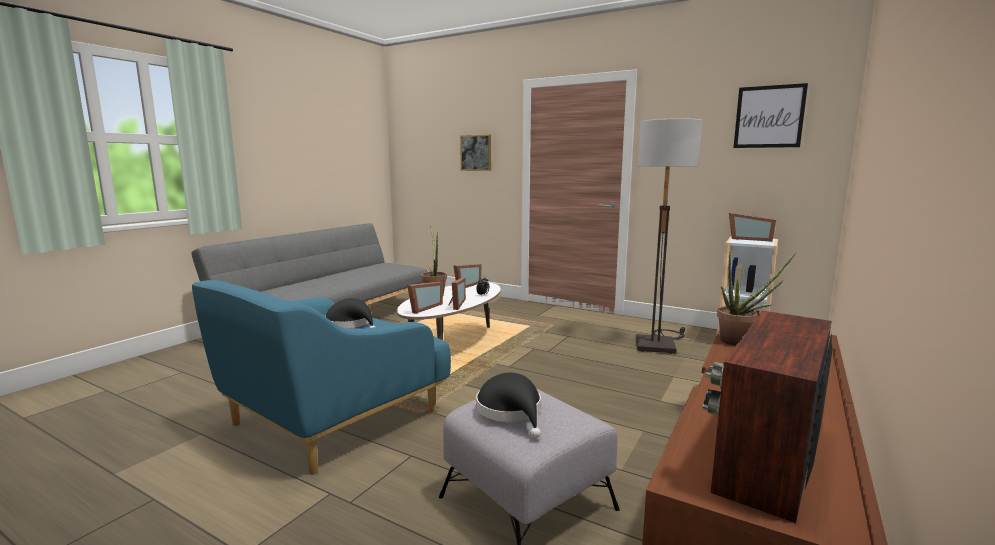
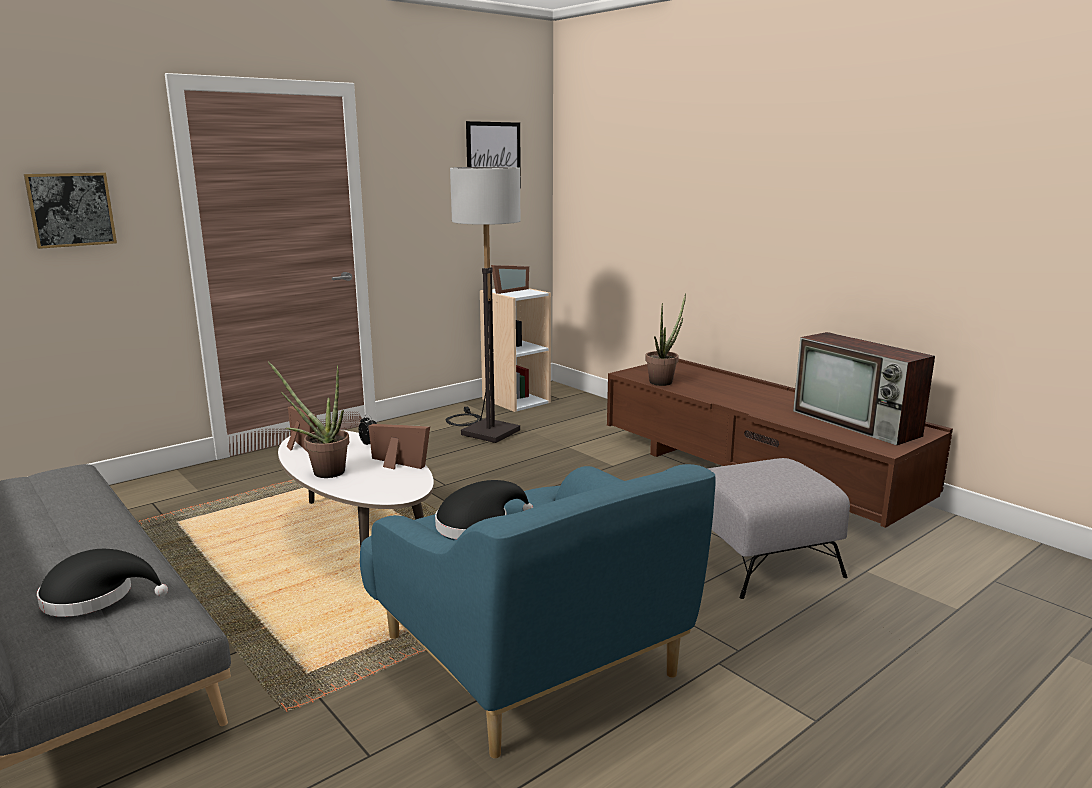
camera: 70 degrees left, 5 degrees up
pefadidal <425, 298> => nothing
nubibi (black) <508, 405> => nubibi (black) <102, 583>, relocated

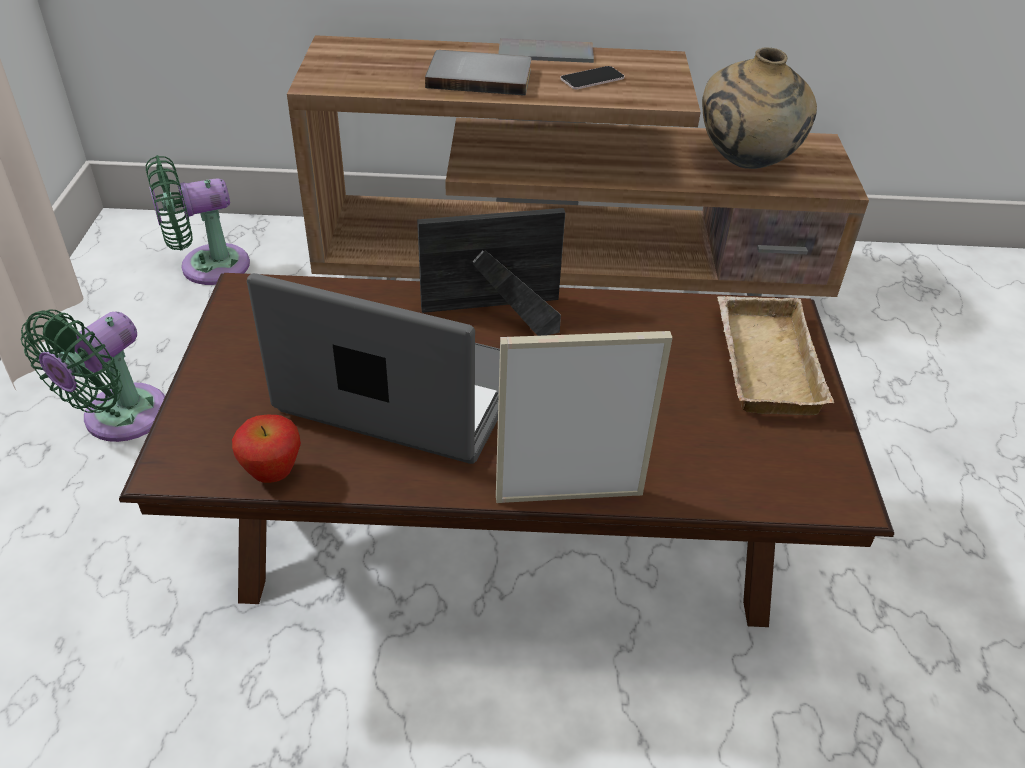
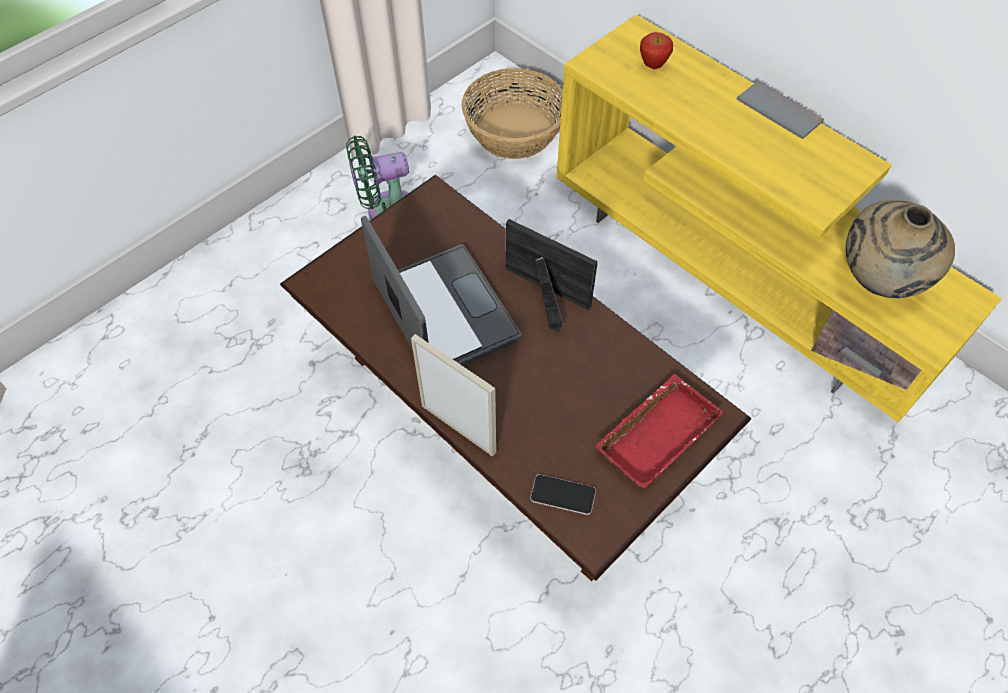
camera: 45 degrees right, 15 degrees up
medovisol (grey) <478, 73> => nothing
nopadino <266, 449> => nopadino <656, 50>, relocated
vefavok <592, 77> => vefavok <563, 494>, relocated
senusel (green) <198, 220> => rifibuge <512, 113>
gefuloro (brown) <578, 166> => gefuloro (yellow) <779, 218>
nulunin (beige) <775, 355> => nulunin (red) <659, 431>

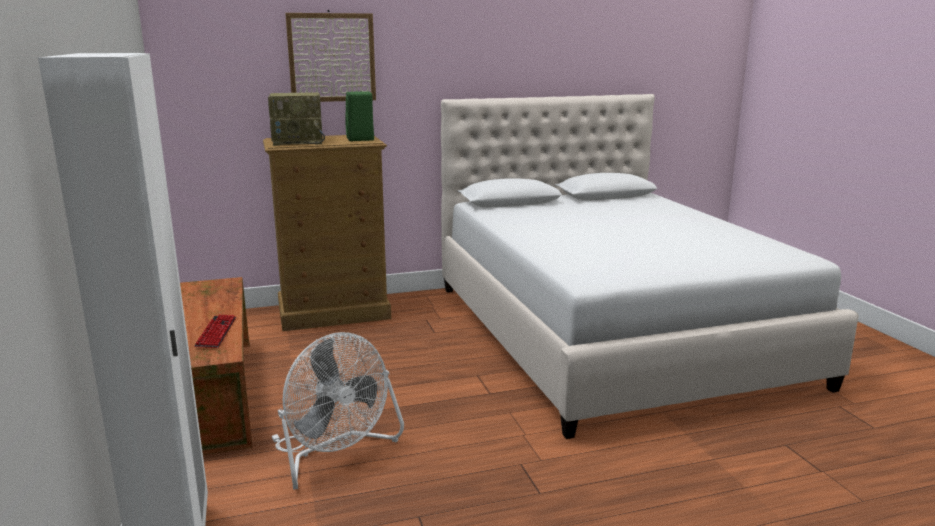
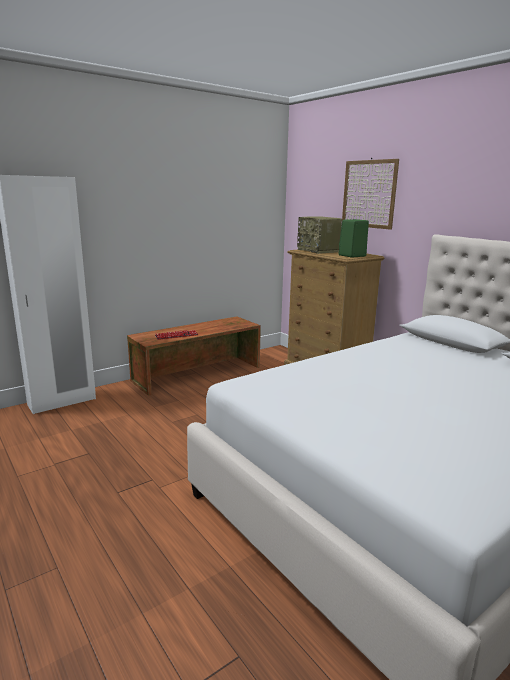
camera: 70 degrees right, 0 degrees up
senusel (white) <338, 411> => nothing

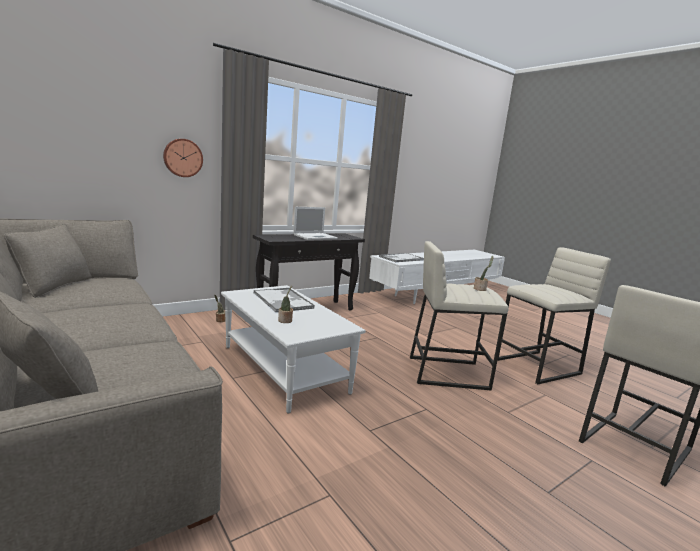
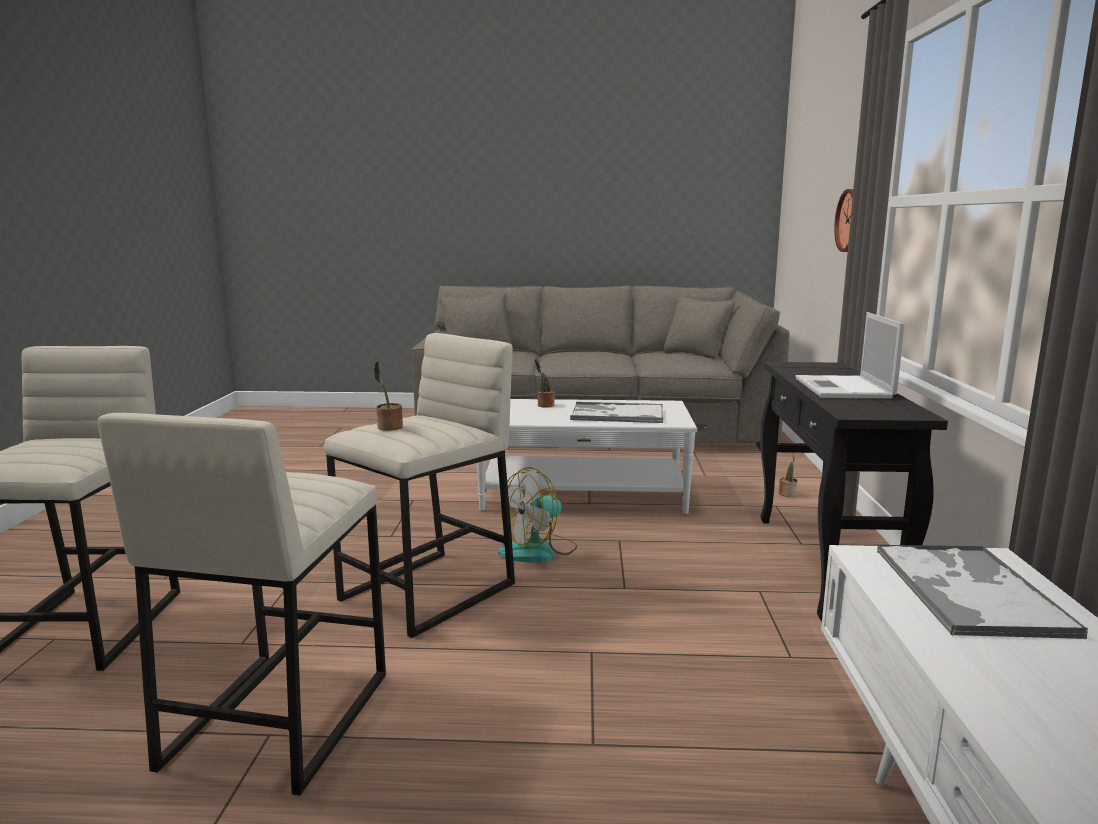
camera: 130 degrees right, 0 degrees up
nothing => senusel <537, 515>

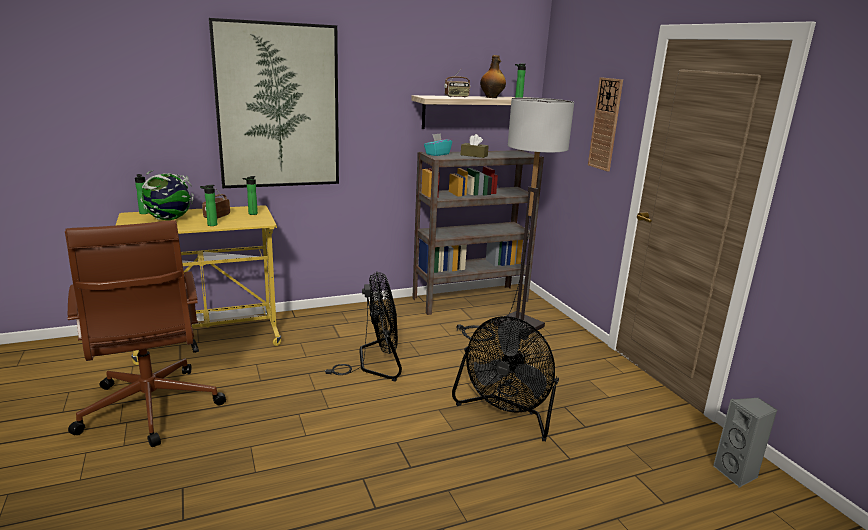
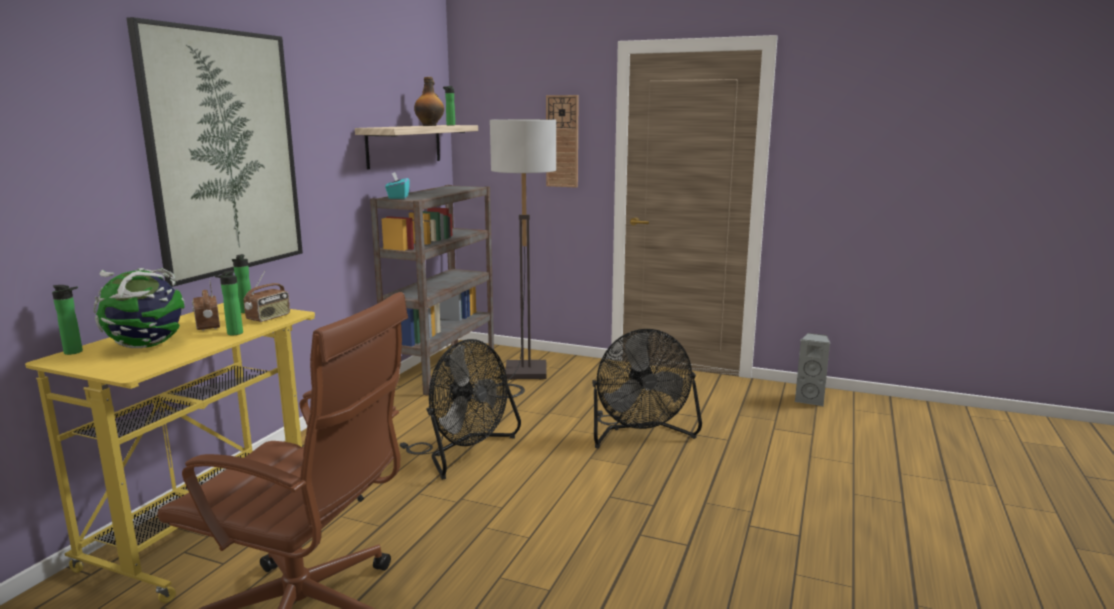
camera: 45 degrees left, 5 degrees down
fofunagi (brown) <475, 146> => nothing
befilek <457, 83> => befilek <267, 296>, relocated
senusel (black) <363, 326> => senusel (black) <460, 409>, 90 degrees clockwise

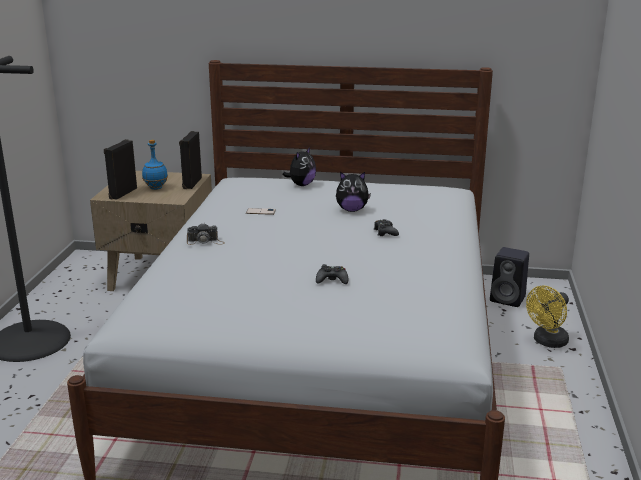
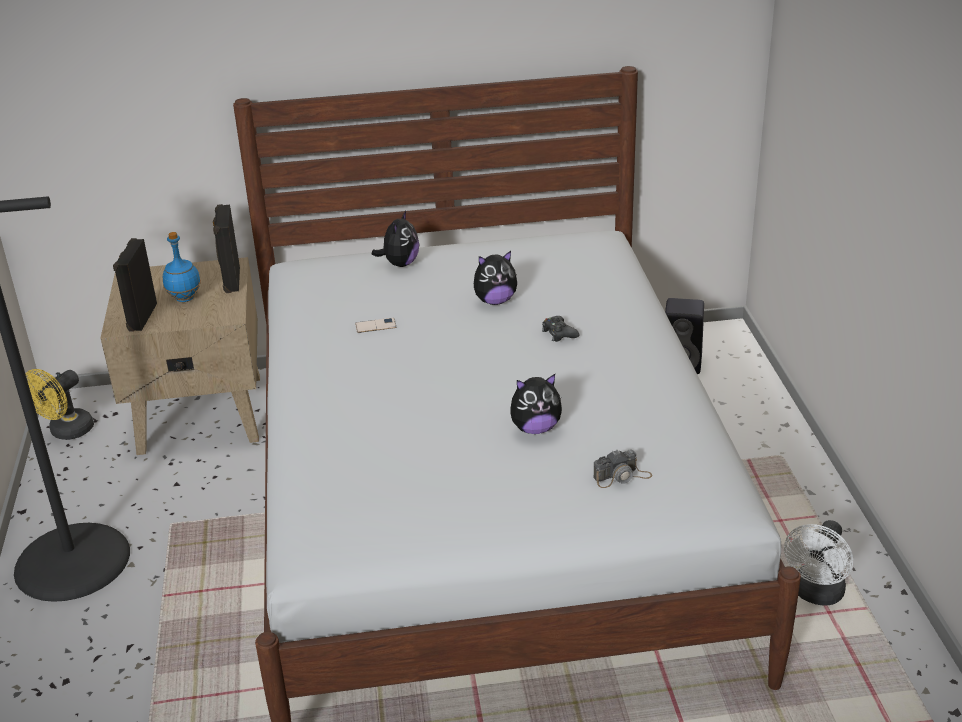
camera: 15 degrees left, 10 degrees up
nothing => senusel (white) <818, 562>
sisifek <206, 234> => sisifek <622, 468>, relocated
senusel (yellow) <547, 317> => senusel (yellow) <60, 404>, relocated
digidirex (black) <332, 274> => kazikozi <536, 404>

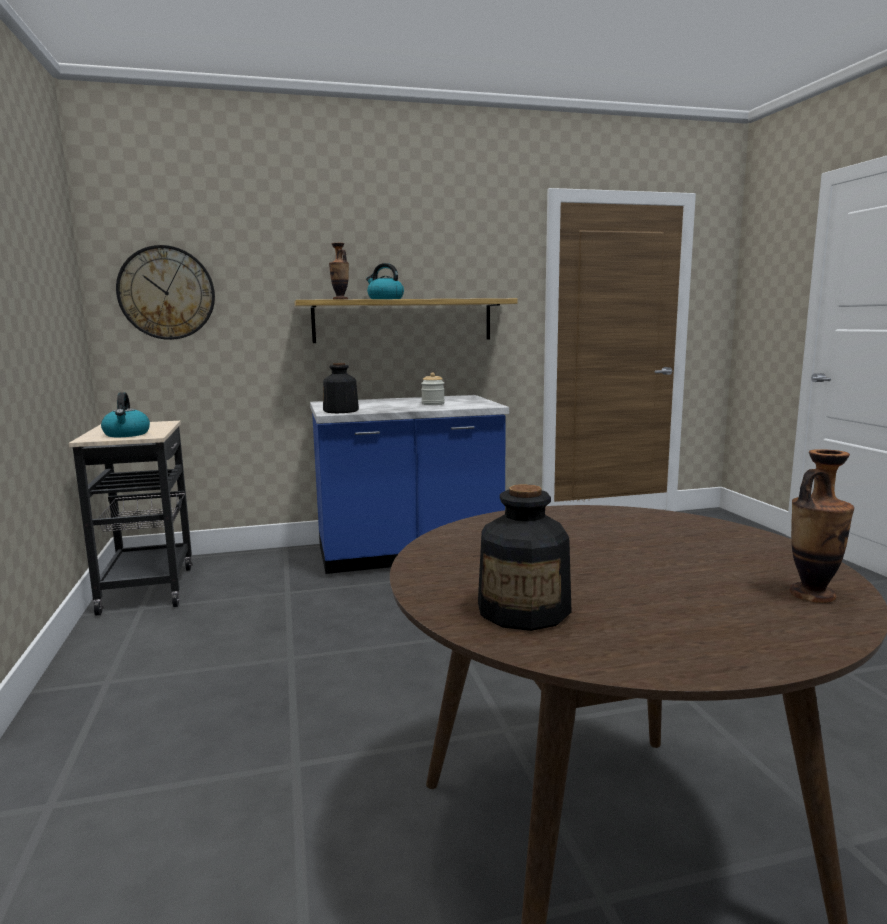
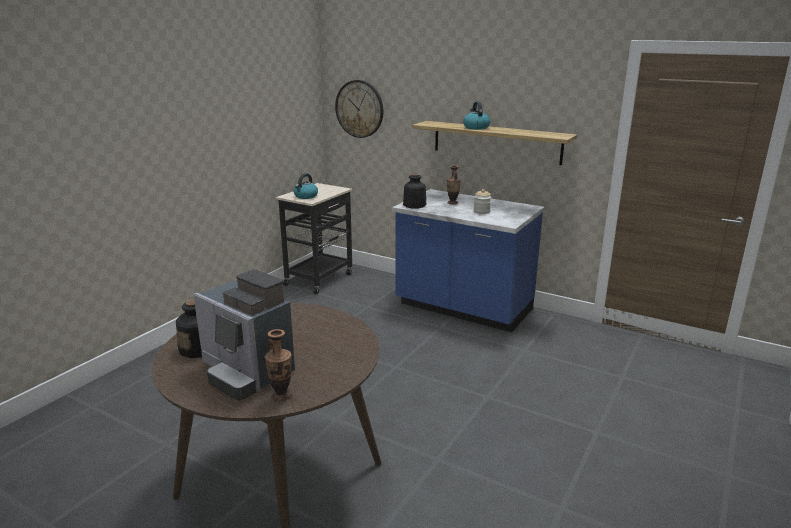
camera: 45 degrees right, 10 degrees up
nothing => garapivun <244, 334>
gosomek <339, 271> => gosomek <454, 185>, relocated

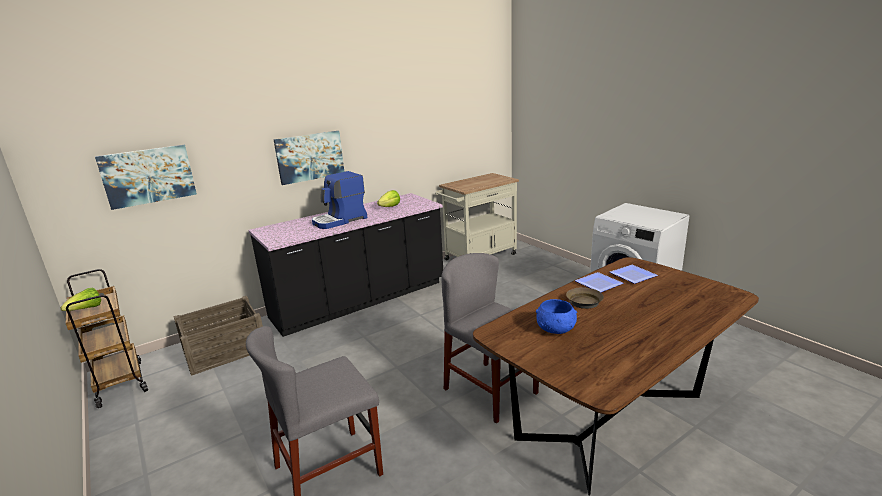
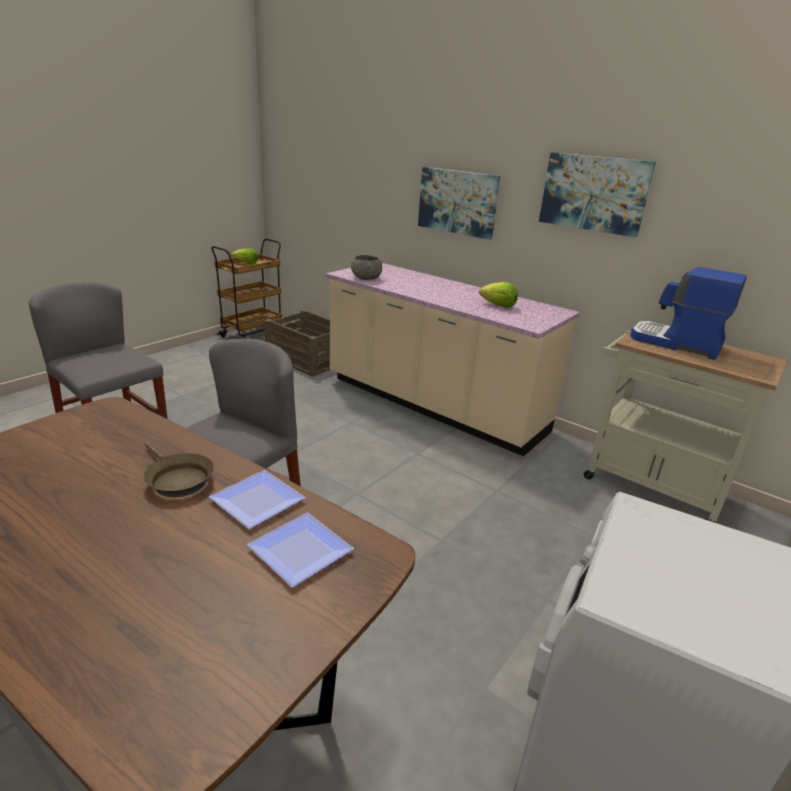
camera: 70 degrees right, 5 degrees up
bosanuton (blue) <556, 316> => nothing
nothing => bosanuton (grey) <367, 267>
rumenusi <146, 177> => rumenusi <597, 195>, relocated
garapivun <339, 200> => garapivun <688, 313>, relocated
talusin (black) <346, 265> => talusin (beige) <453, 359>

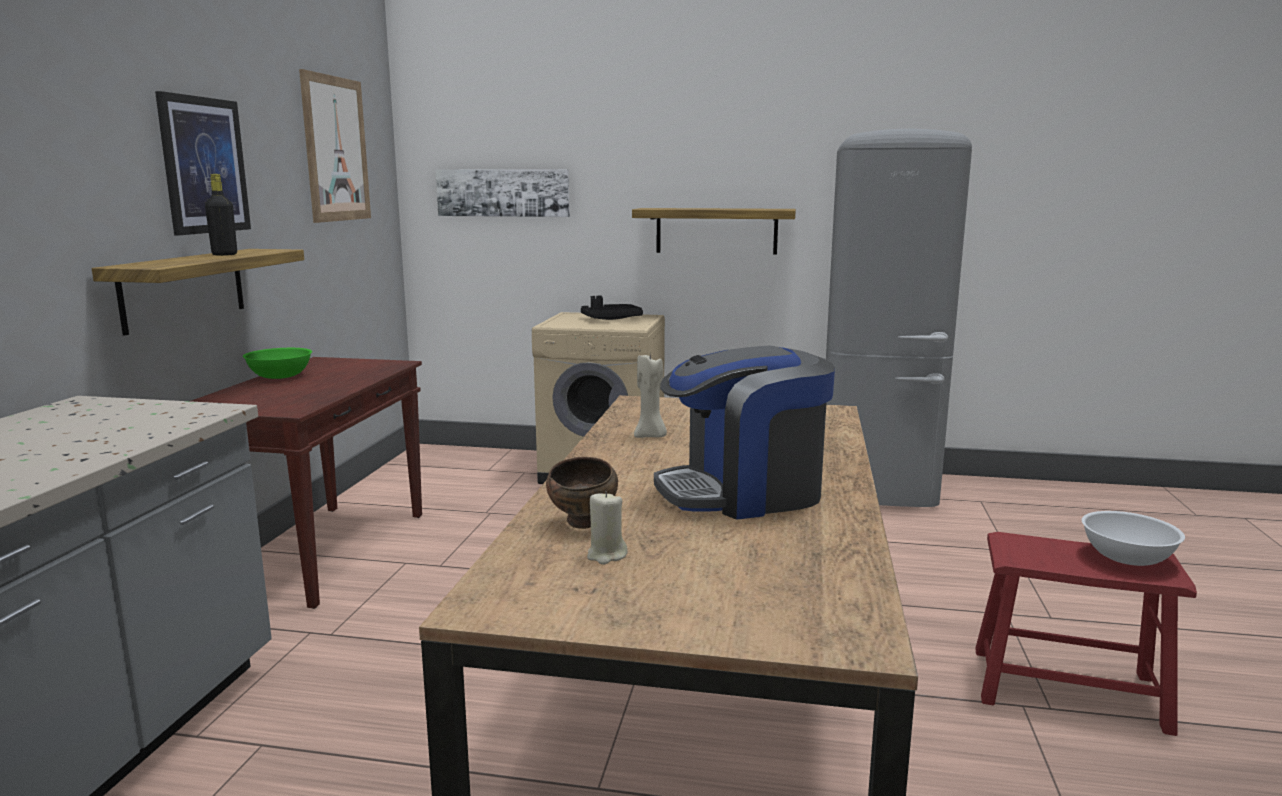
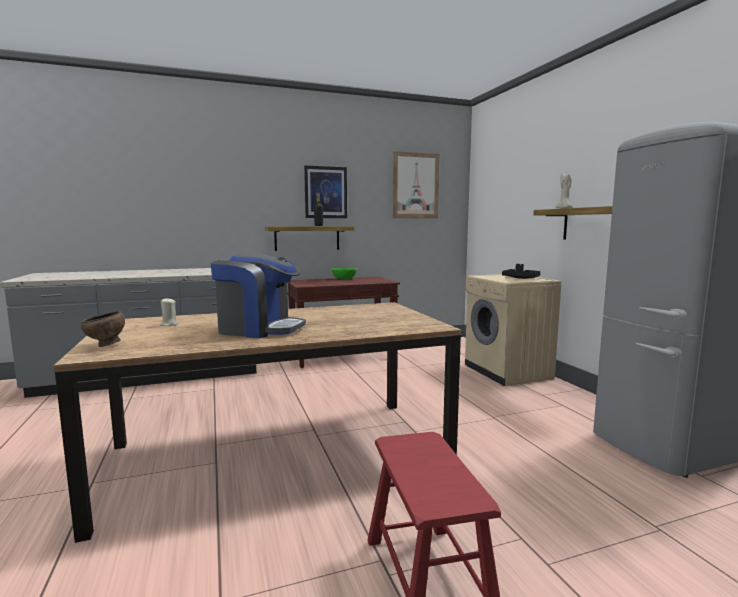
camera: 60 degrees right, 5 degrees down
rumenusi <503, 193> => nothing
bosanuton (white) <1133, 538> => nothing
bosanuton (brown) <582, 493> => bosanuton (brown) <103, 329>, relocated
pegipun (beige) <650, 395> => pegipun (beige) <564, 190>, relocated
garapivun <744, 433> => garapivun <258, 296>, 150 degrees clockwise

